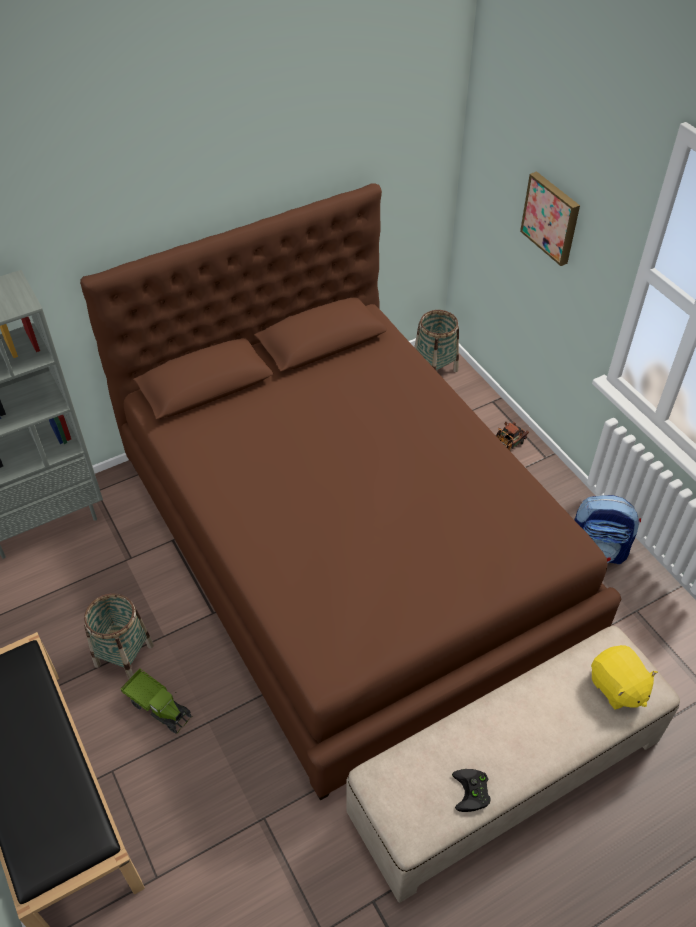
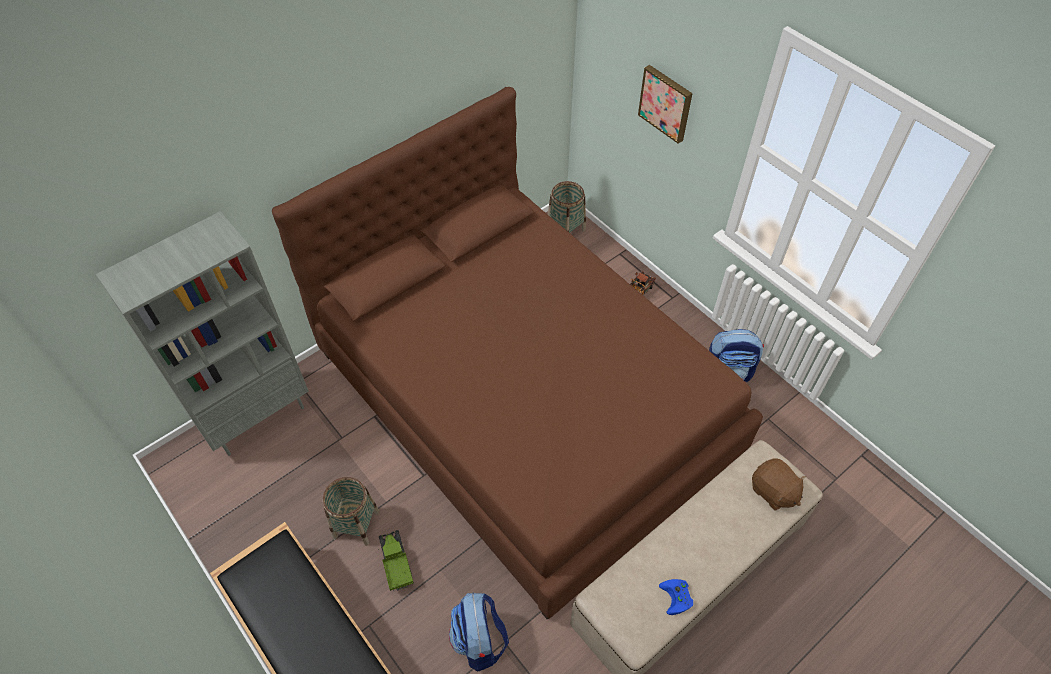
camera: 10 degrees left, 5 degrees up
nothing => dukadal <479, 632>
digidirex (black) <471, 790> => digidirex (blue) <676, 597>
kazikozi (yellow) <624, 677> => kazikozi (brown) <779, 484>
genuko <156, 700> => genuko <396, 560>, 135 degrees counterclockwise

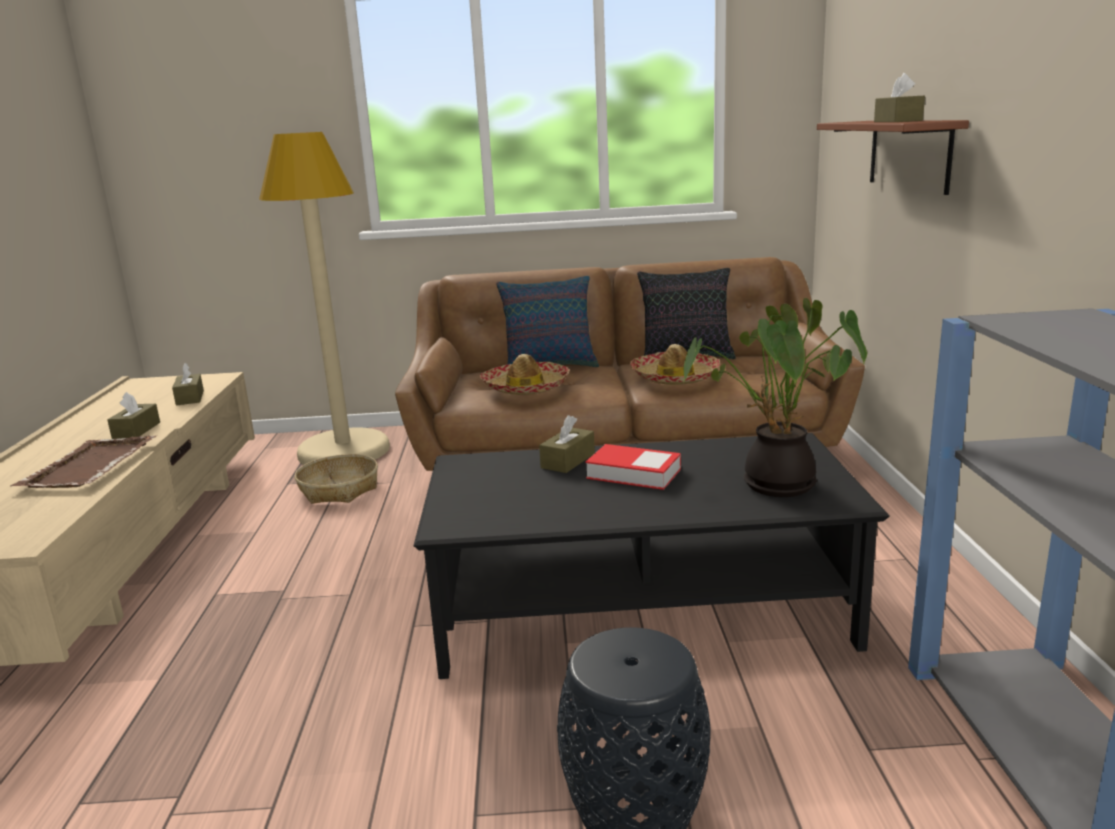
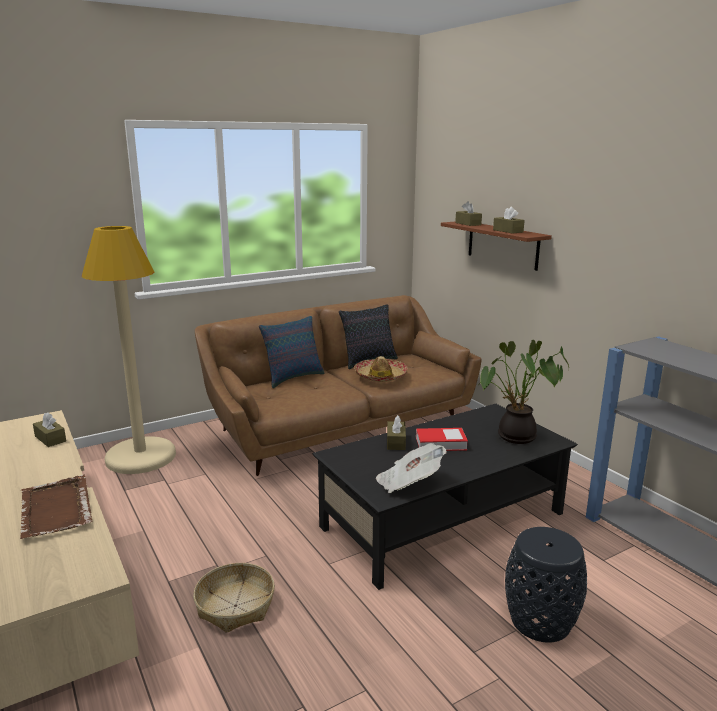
camera: 30 degrees left, 0 degrees up
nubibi <524, 374> => nothing
nothing => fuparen <411, 468>
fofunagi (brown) <133, 415> => fofunagi (brown) <468, 213>, relocated
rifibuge <336, 479> => rifibuge <234, 598>, relocated

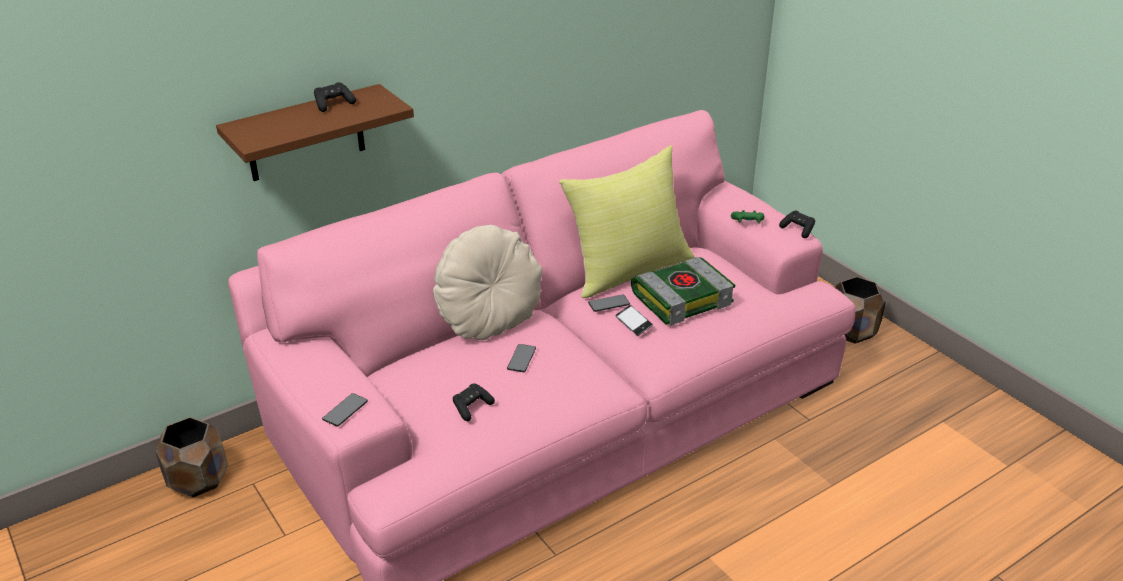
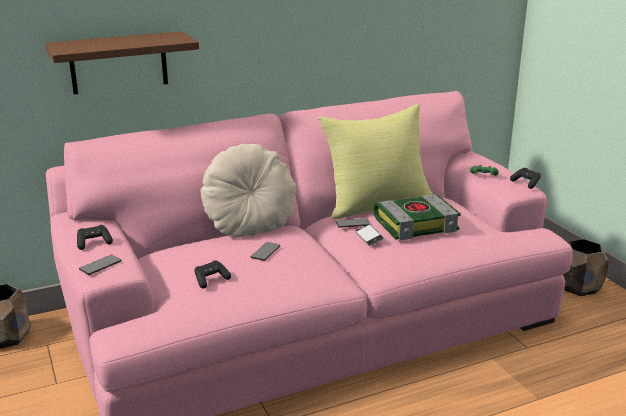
camera: 10 degrees right, 10 degrees down
digidirex (black) <335, 97> => digidirex (black) <95, 237>, relocated

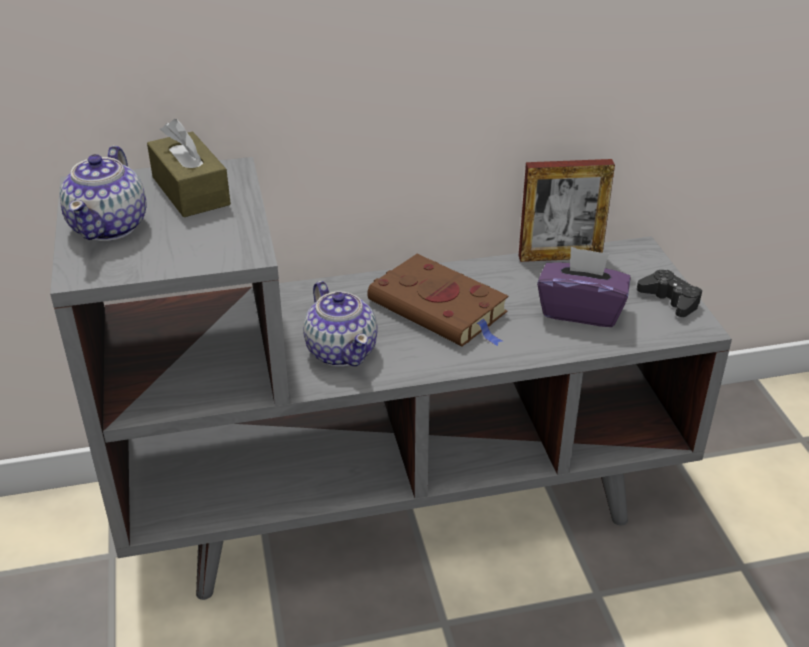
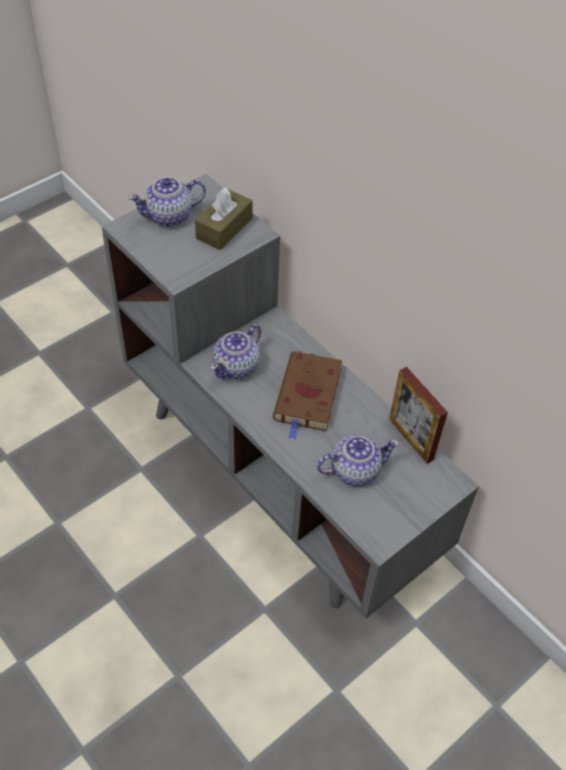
camera: 60 degrees right, 15 degrees up
digidirex (black) <669, 293> => nothing
fofunagi (purple) <584, 287> => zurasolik <357, 460>

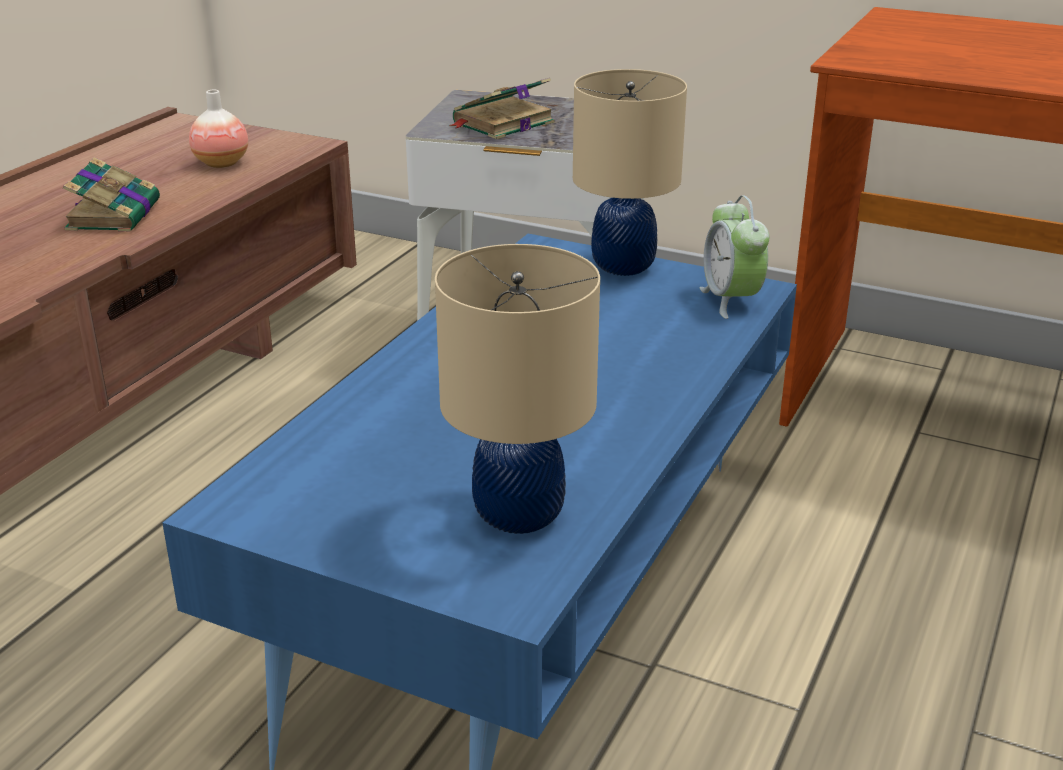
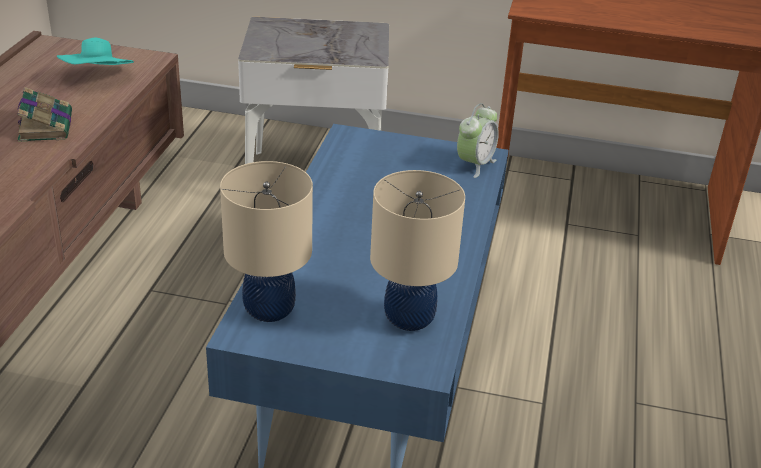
camera: 15 degrees left, 5 degrees up
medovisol <501, 108> => nothing
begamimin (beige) <630, 172> => begamimin (beige) <266, 241>, relocated
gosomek <218, 128> => nubibi (turquoise) <95, 51>
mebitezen <734, 257> => mebitezen <478, 140>, 120 degrees counterclockwise

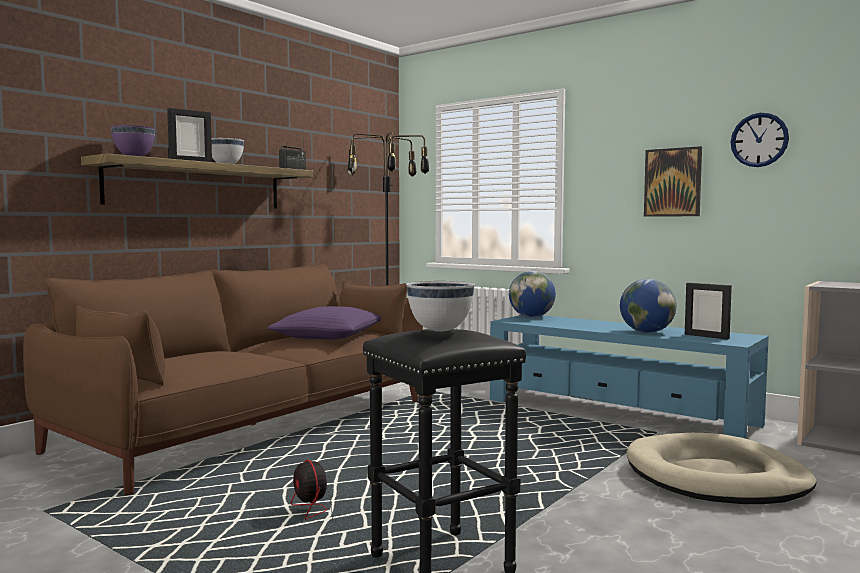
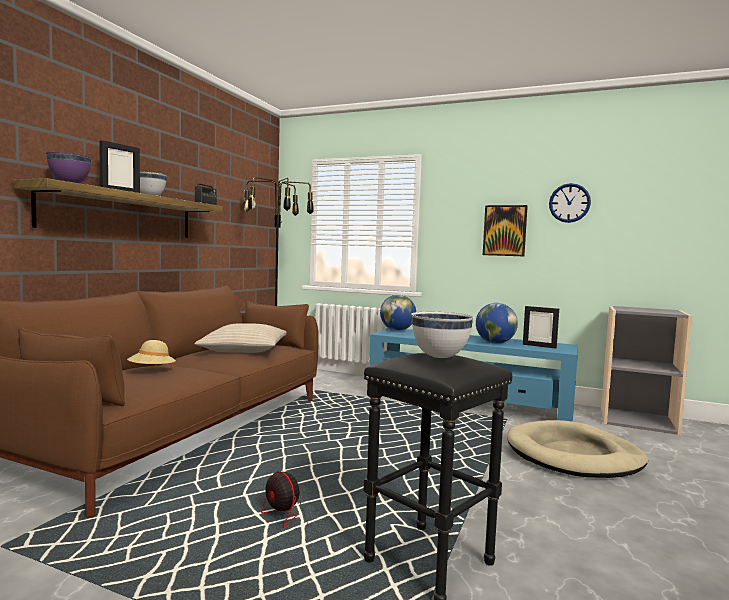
camera: 15 degrees left, 0 degrees up
nothing => nubibi (beige) <151, 354>
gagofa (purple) <324, 322> => gagofa (beige) <241, 338>

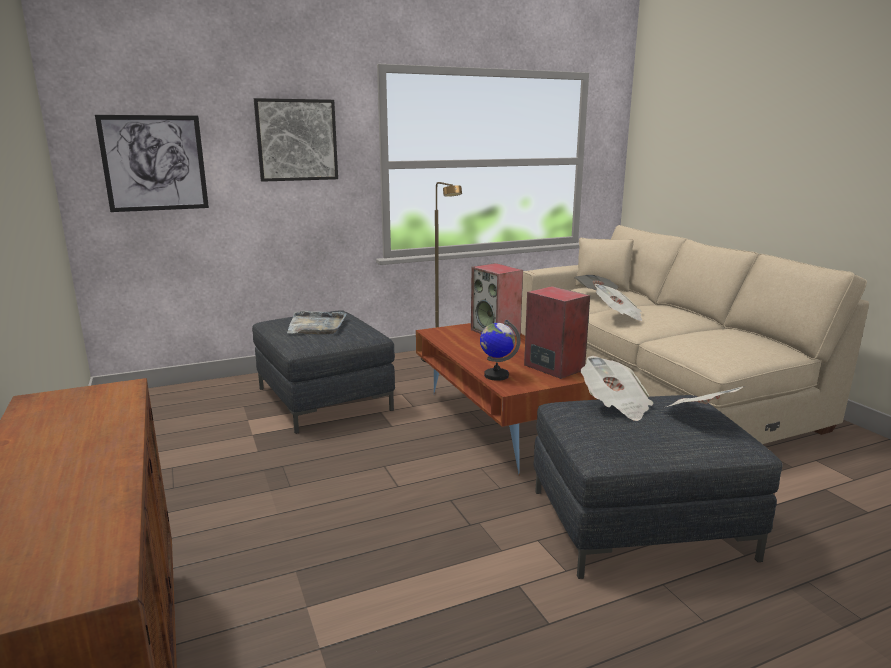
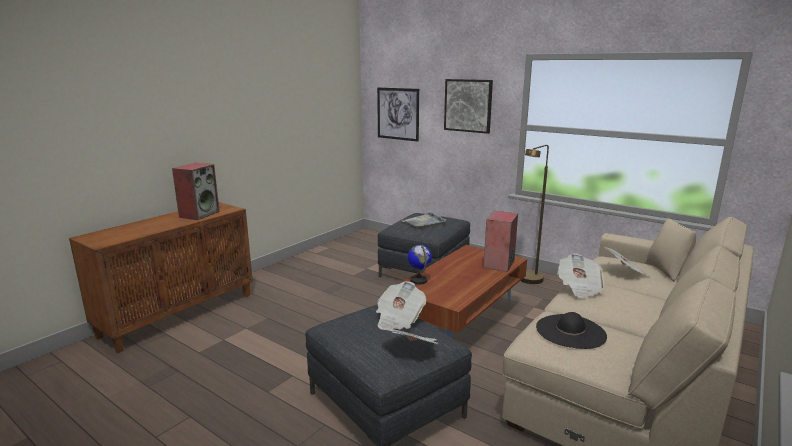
camera: 60 degrees right, 0 degrees up
nothing => nubibi (black) <571, 330>
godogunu <557, 332> => godogunu <196, 191>, relocated

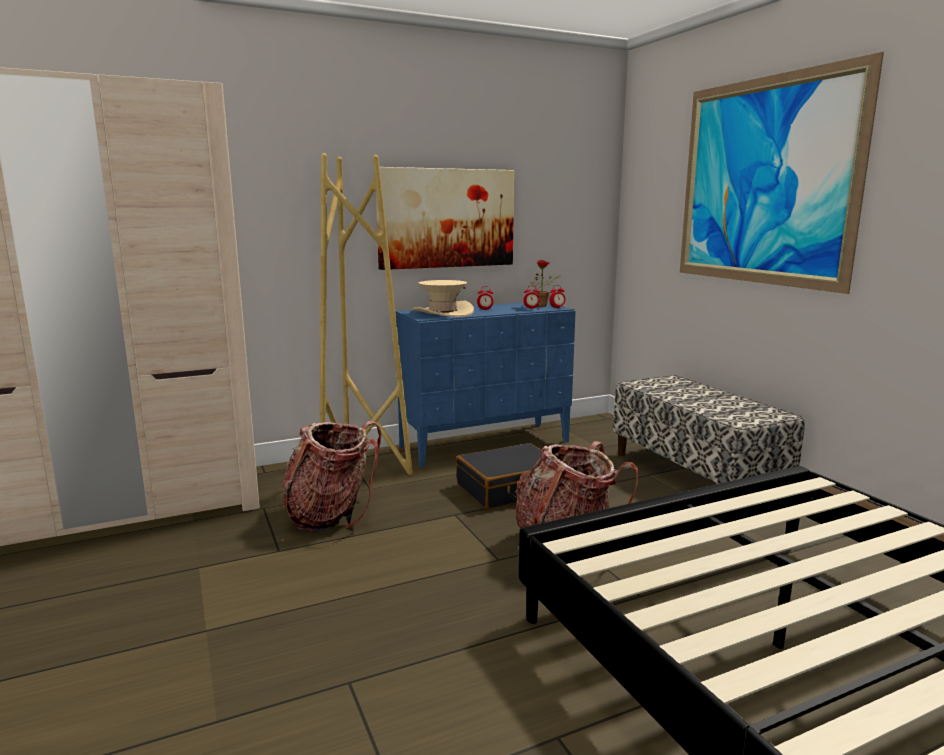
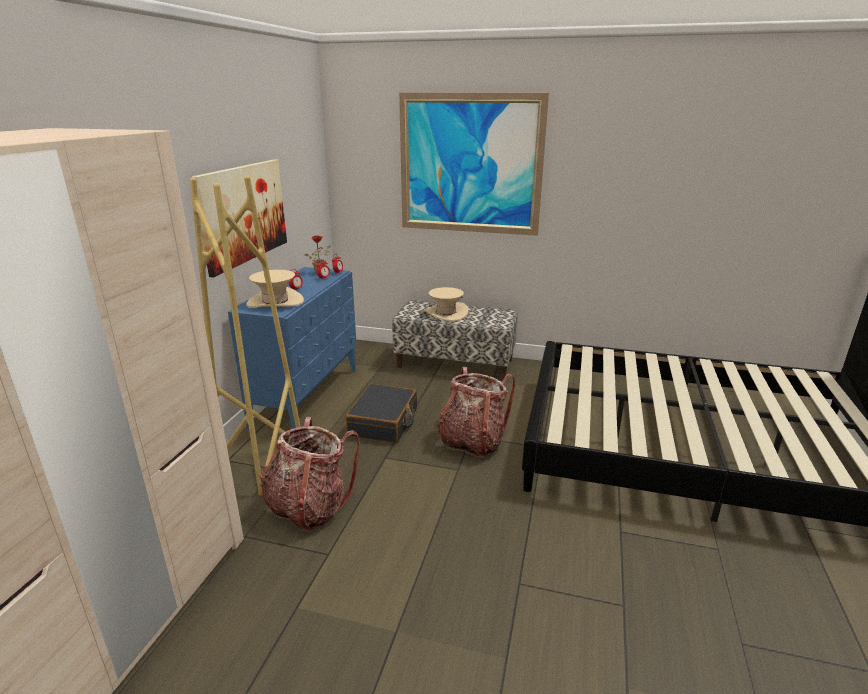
camera: 50 degrees left, 10 degrees up
nothing => nubibi (beige) <446, 304>

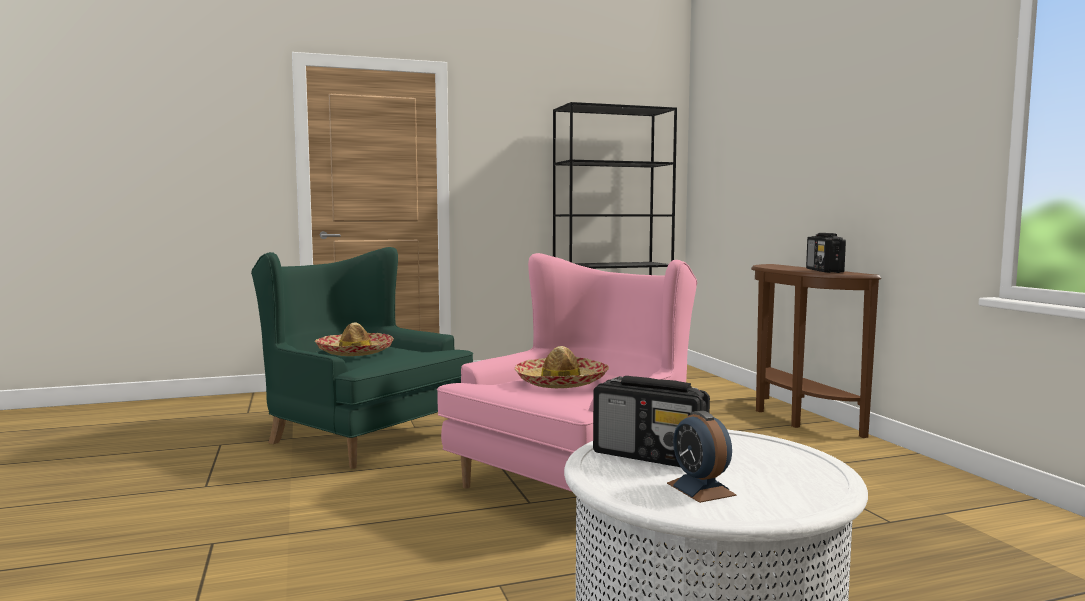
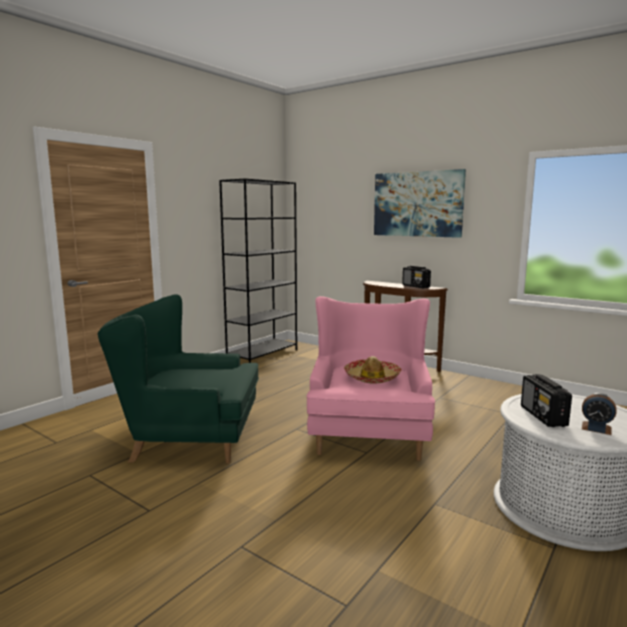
camera: 35 degrees left, 5 degrees up
nubibi <354, 339> => nothing
nothing => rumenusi <420, 203>
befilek <651, 421> => befilek <546, 400>, 90 degrees clockwise

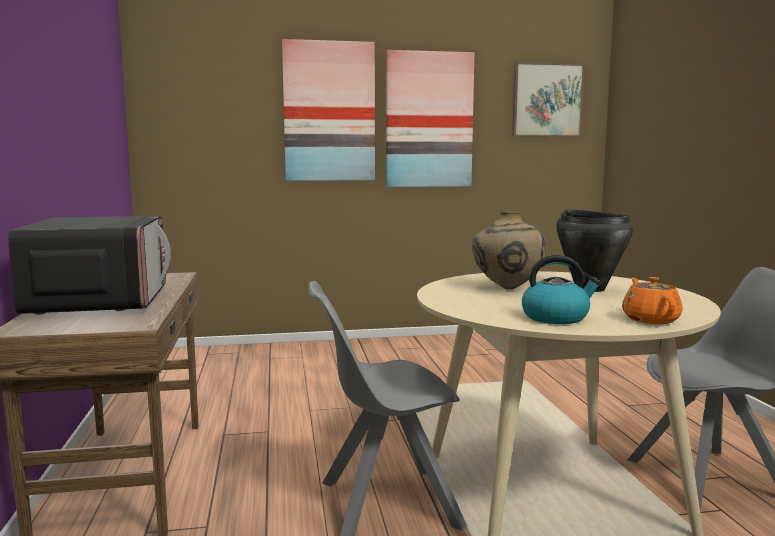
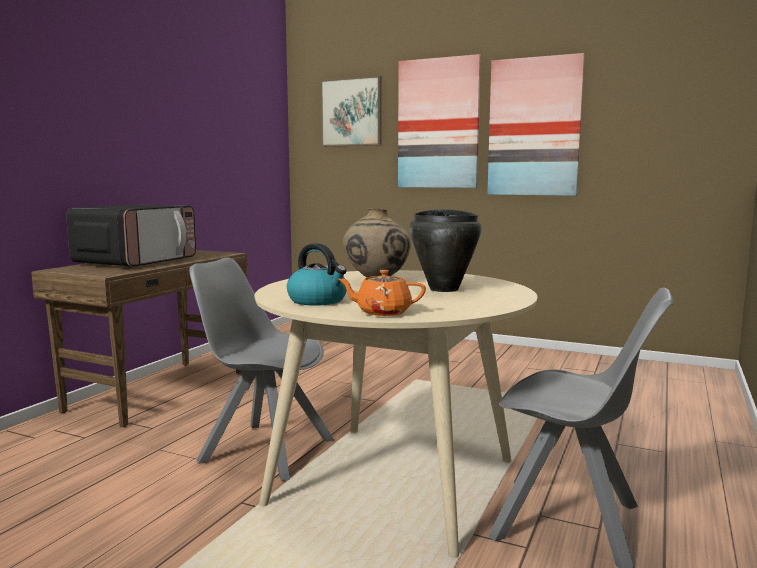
camera: 35 degrees right, 0 degrees up
rumenusi <548, 99> => rumenusi <351, 111>, relocated
zurasolik (orange) <652, 300> => zurasolik (orange) <382, 293>, 120 degrees counterclockwise

